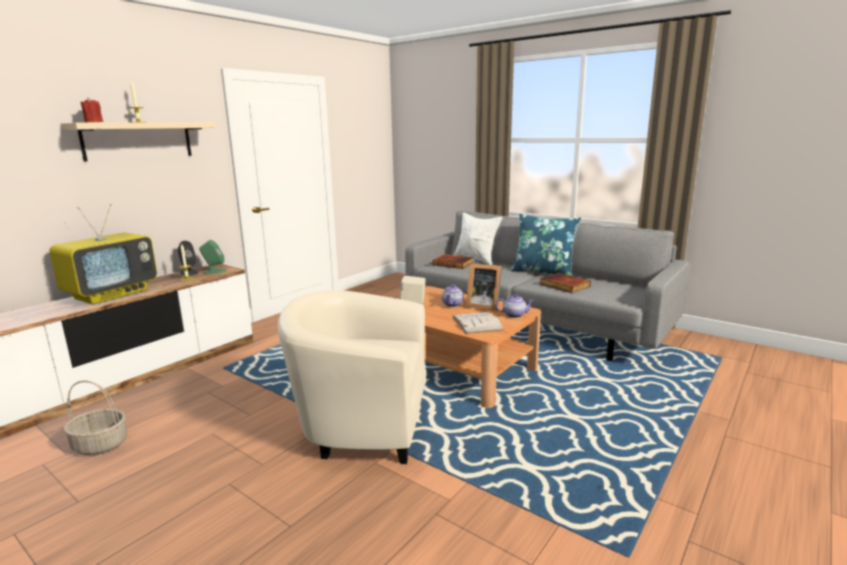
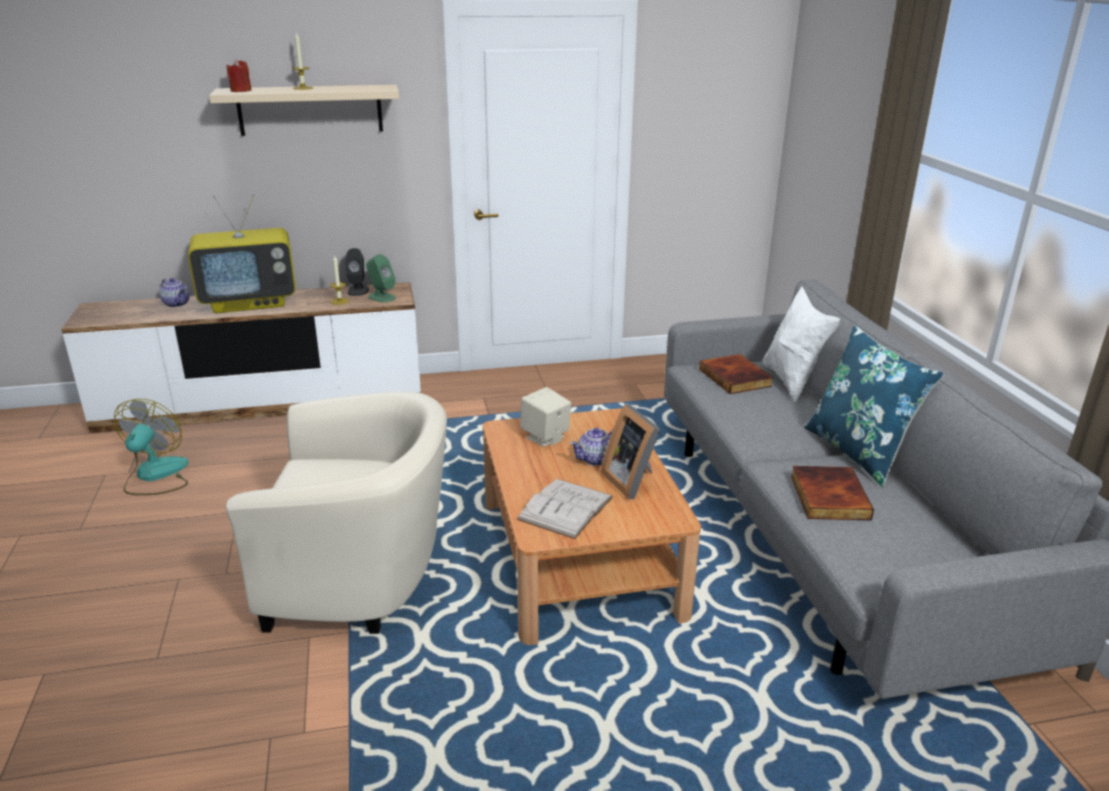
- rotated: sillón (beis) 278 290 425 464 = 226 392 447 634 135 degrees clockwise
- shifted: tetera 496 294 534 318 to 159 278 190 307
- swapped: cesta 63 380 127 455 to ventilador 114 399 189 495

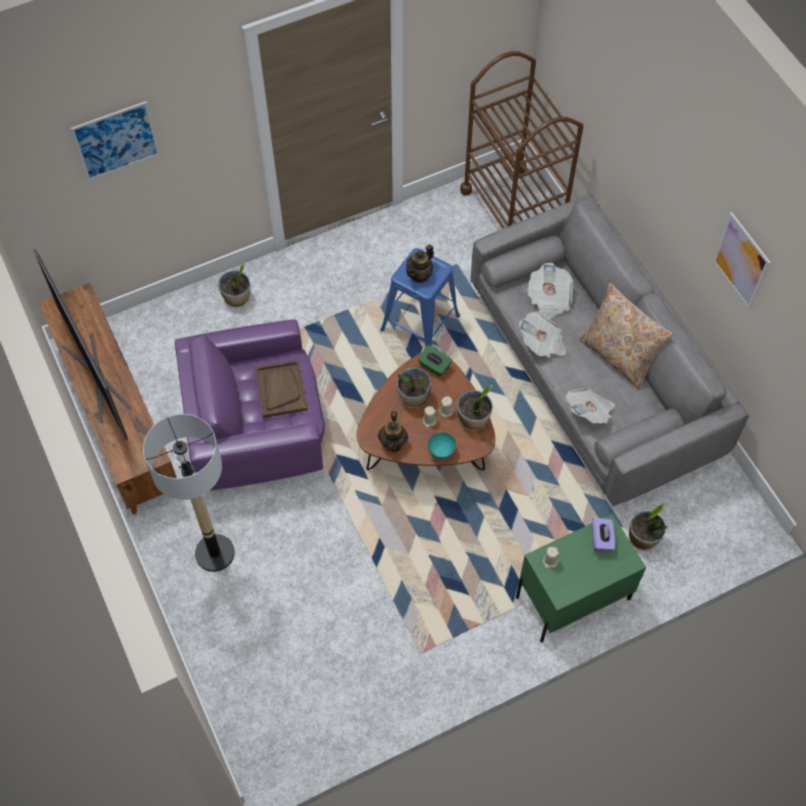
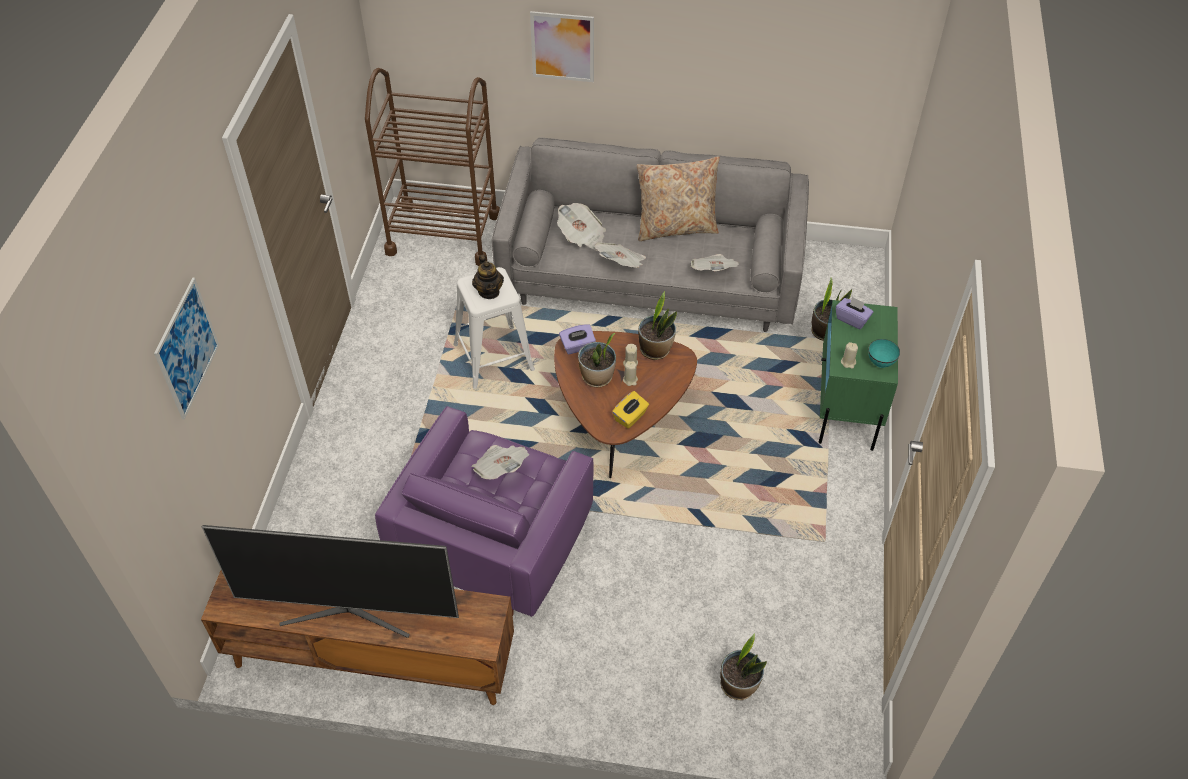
- shifted: cuadro 713 212 771 310 to 530 11 594 82
- repainted: taburete (azul) 380 248 460 347 to taburete (blanco) 453 267 535 389
- shifted: planta en maceta 218 264 250 307 to 720 633 767 700
- repainted: caja de pañuelos (verde) 418 345 452 377 to caja de pañuelos (morado) 559 324 596 354
- swapped: bandeja (marrón) 255 360 308 418 to periódico 471 445 529 479
- swapped: tetera 378 411 408 452 to caja de pañuelos (amarillo) 612 391 649 429
- gone: lámpara de pie 143 414 235 572
- shifted: cuenco (turquesa) 428 432 456 460 to 868 339 900 368

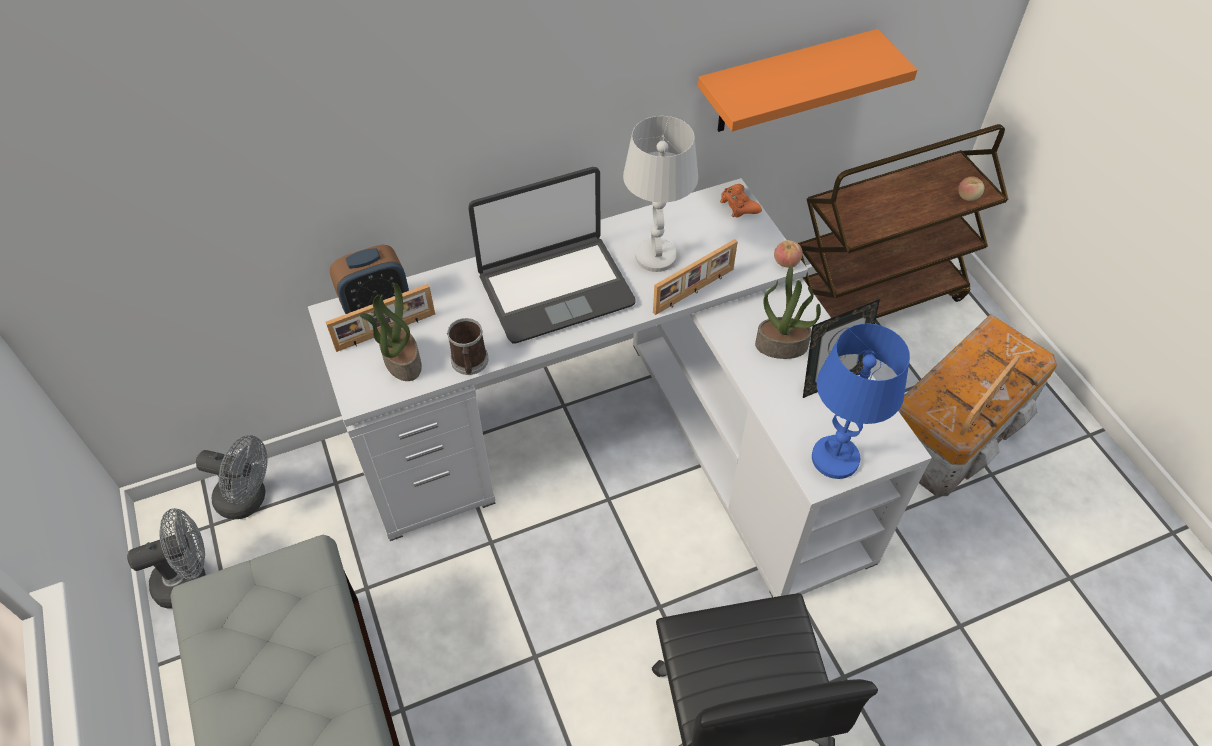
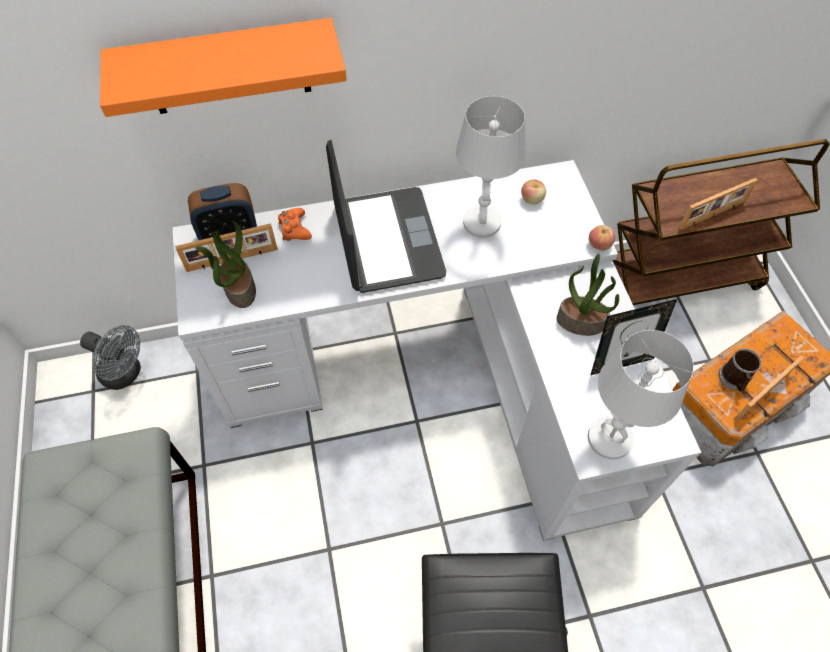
- shifted: estante (naranja) 698 29 917 132 to 100 18 347 117
- rotated: portátil 468 167 636 343 = 326 140 446 293 90 degrees counterclockwise
- shifted: manzana 958 176 984 201 to 521 180 546 204
- shifted: mando de consola (naranja) 720 184 762 217 to 278 208 312 241
- shifted: portarretratos 653 239 738 315 to 679 178 758 230
- shifted: taza grande 447 318 489 375 to 719 348 761 392
- repainted: lámpara de mesa (azul) 812 323 910 479 to lámpara de mesa (blanco) 588 330 694 459
- gone: ventilador (gris) 127 508 206 609

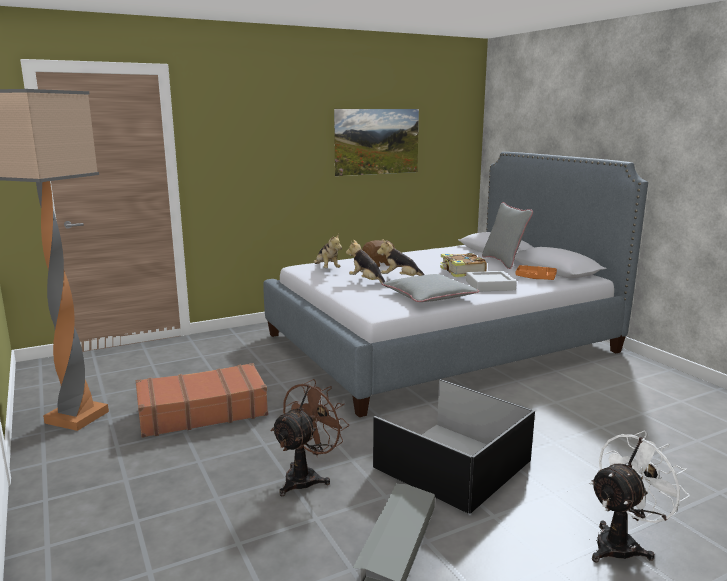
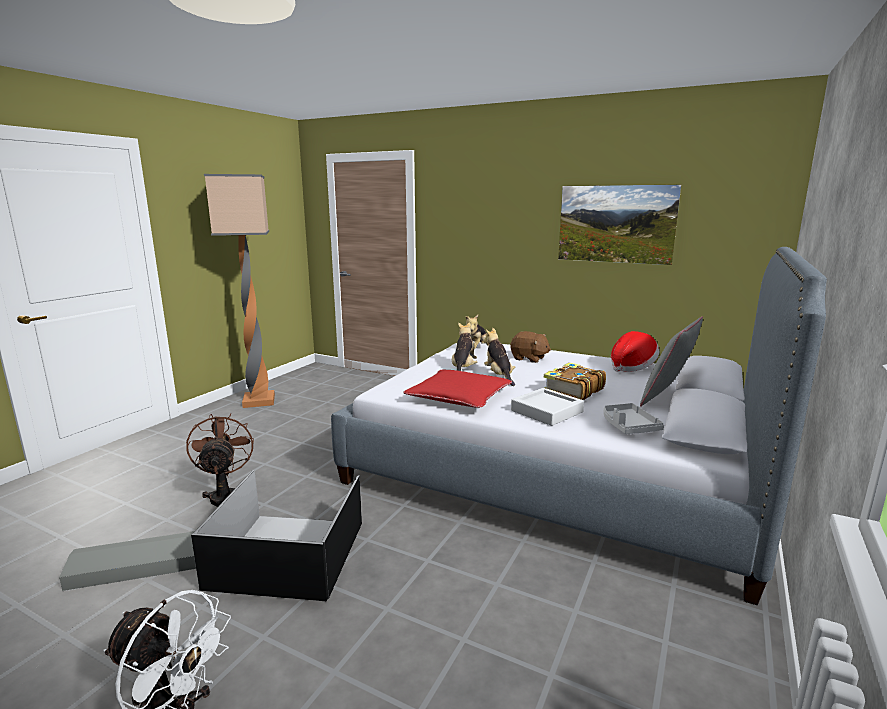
- repainted: bandeja (naranja) 516 265 557 280 to bandeja (gris) 603 403 664 434
- repainted: cojín (gris) 382 274 479 302 to cojín (rojo) 403 370 512 408
- gone: maleta (marrón) 136 363 268 438
- rotated: ventilador (marrón) 270 379 349 496 = 186 413 254 507 105 degrees counterclockwise
- new: sombrero 611 331 659 372

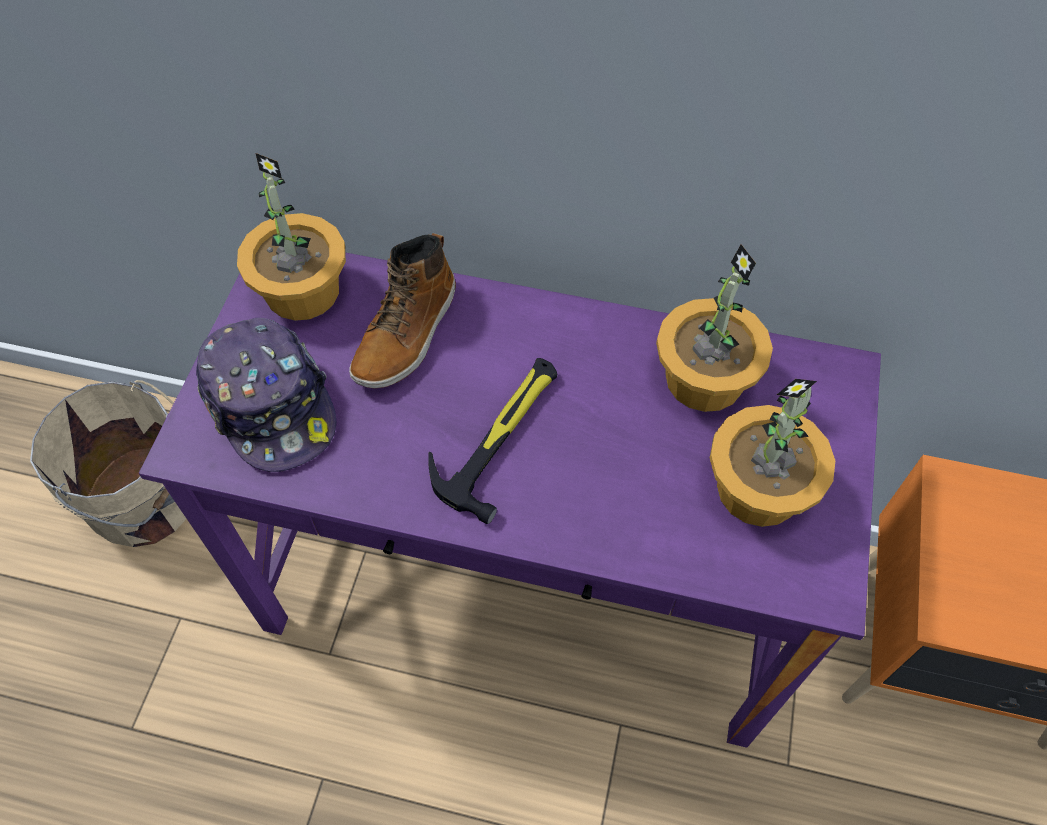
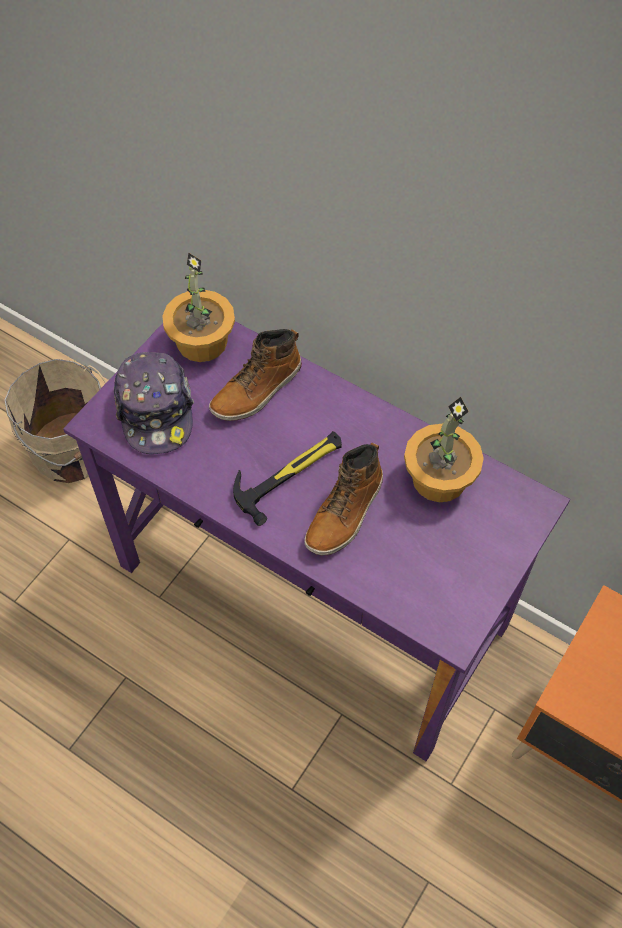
- gone: planta en maceta 710 379 835 527
- new: bota 304 442 383 555

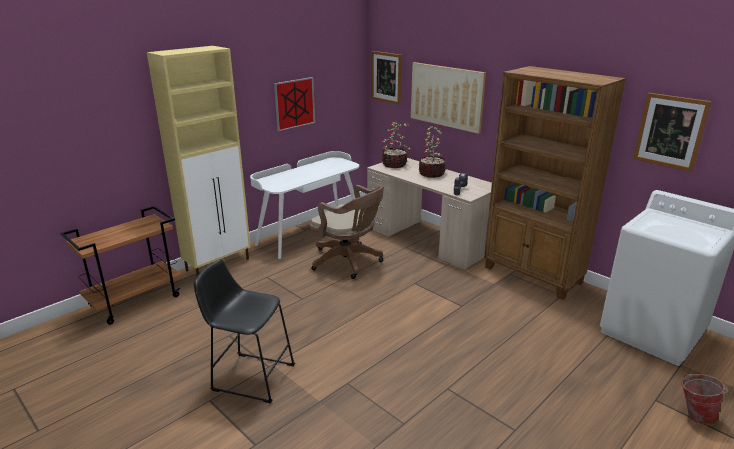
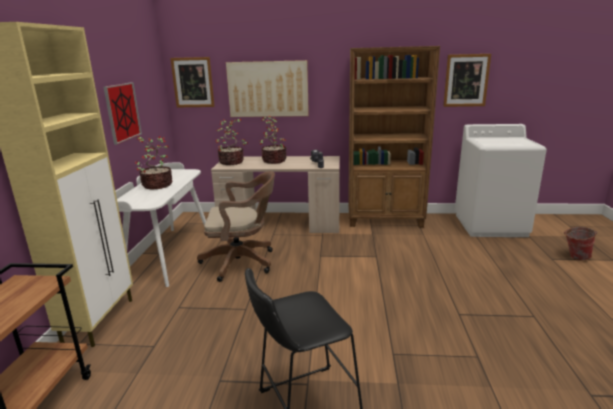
- new: planta en maceta 135 135 172 189

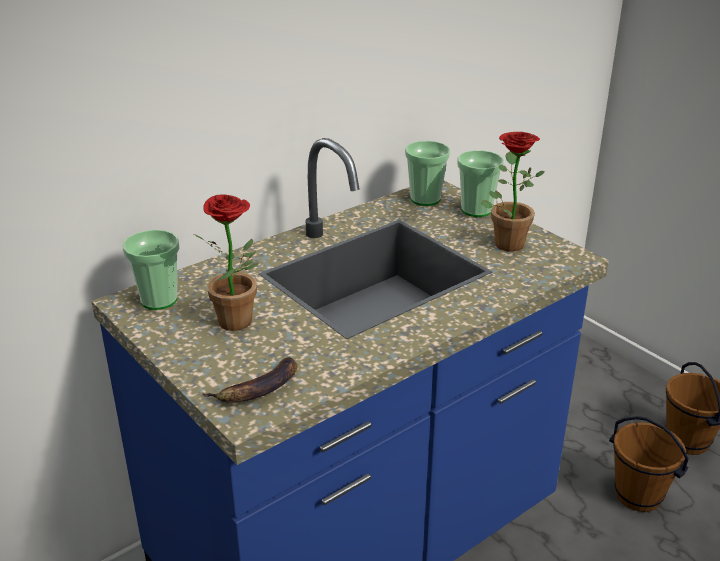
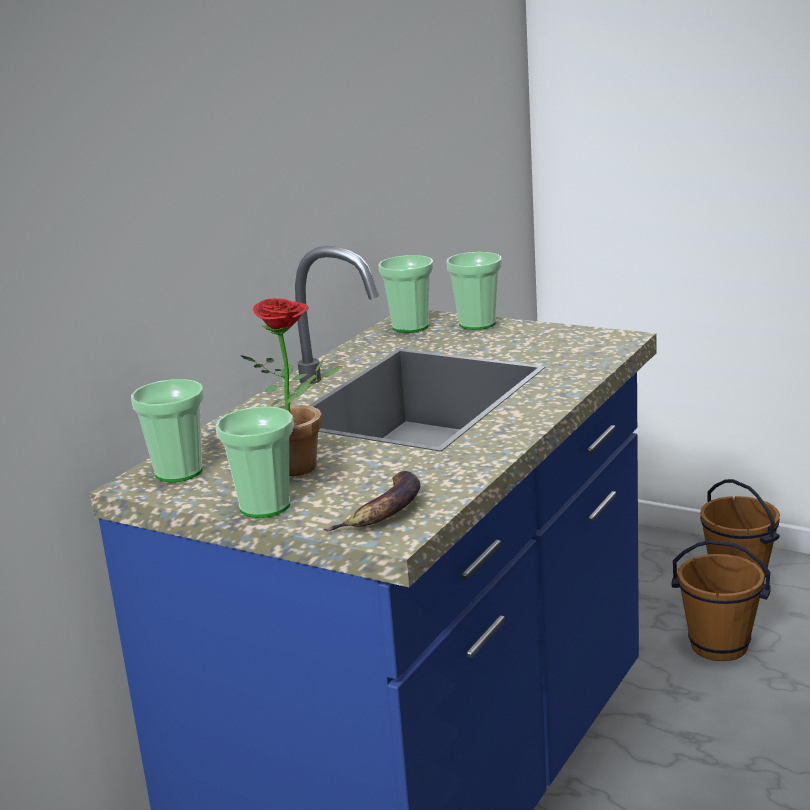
- gone: planta en maceta 481 132 545 252
- new: taza 215 406 294 518

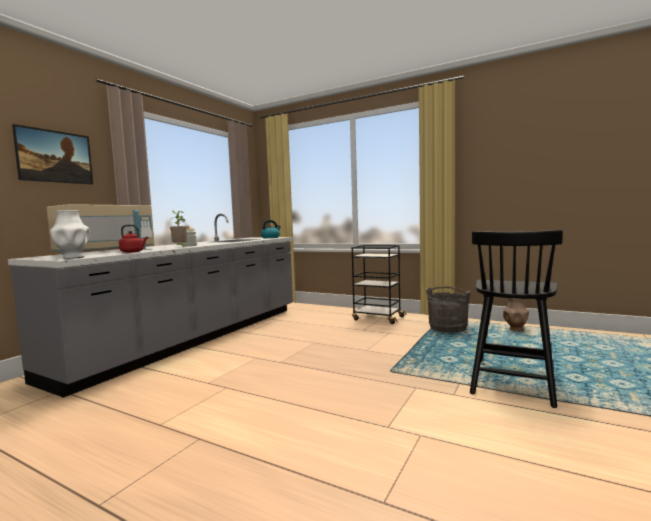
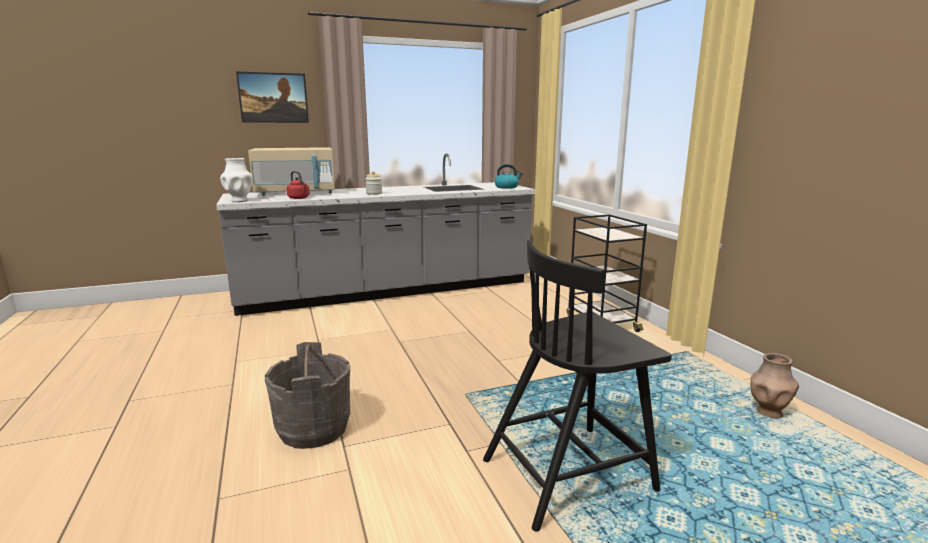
- gone: planta en maceta 170 211 187 247
- shifted: cubo (gris) 426 286 471 333 to 265 342 350 449

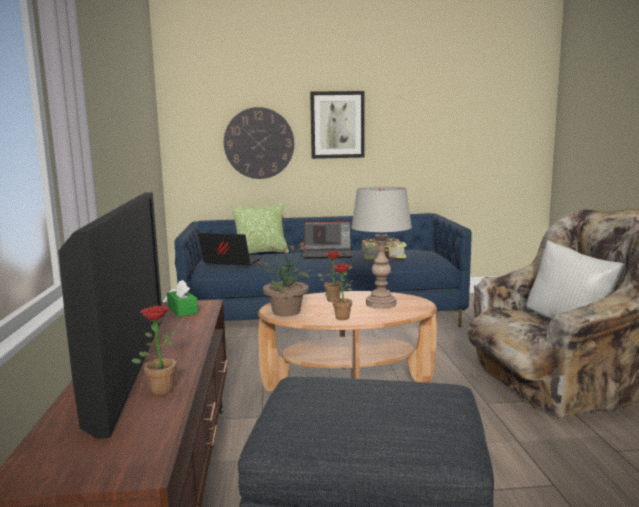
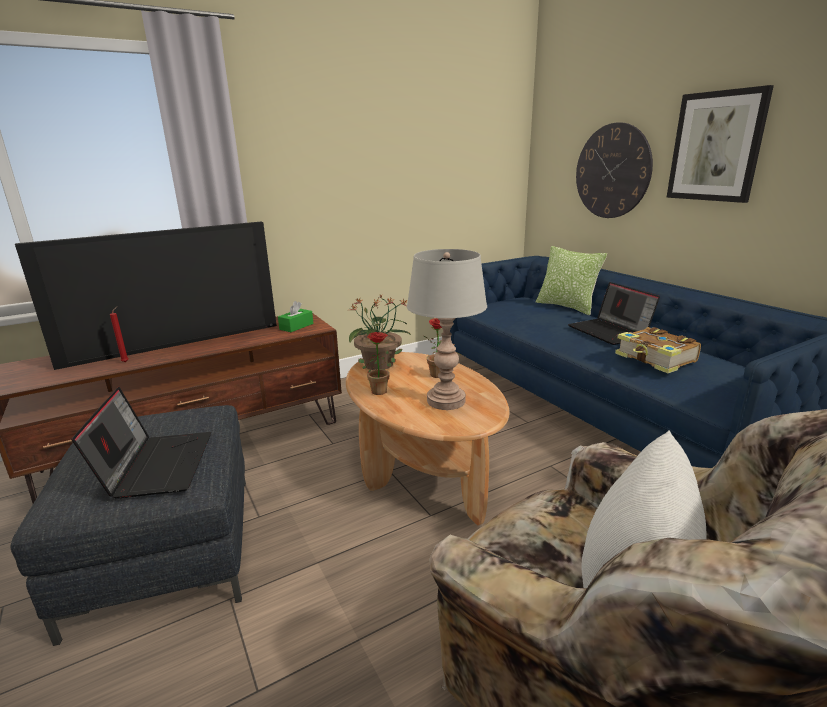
- shifted: portátil 198 233 262 265 to 72 387 211 499
- swapped: planta en maceta 132 306 176 395 to vela (rojo) 110 307 128 362

